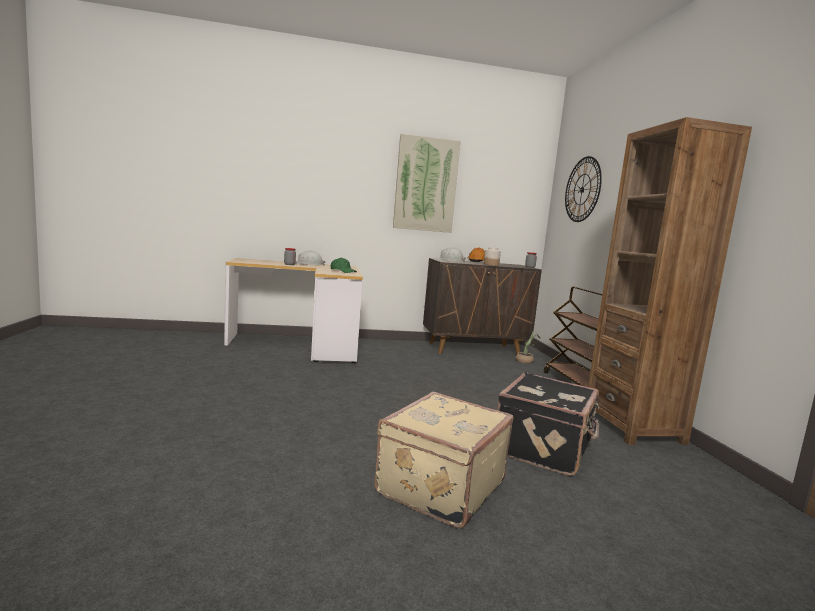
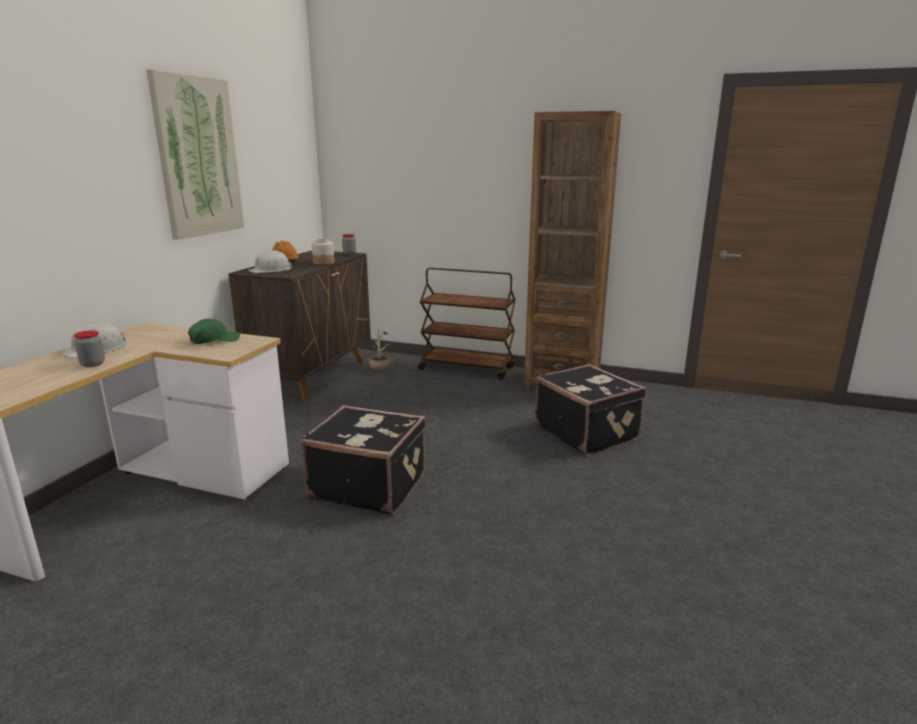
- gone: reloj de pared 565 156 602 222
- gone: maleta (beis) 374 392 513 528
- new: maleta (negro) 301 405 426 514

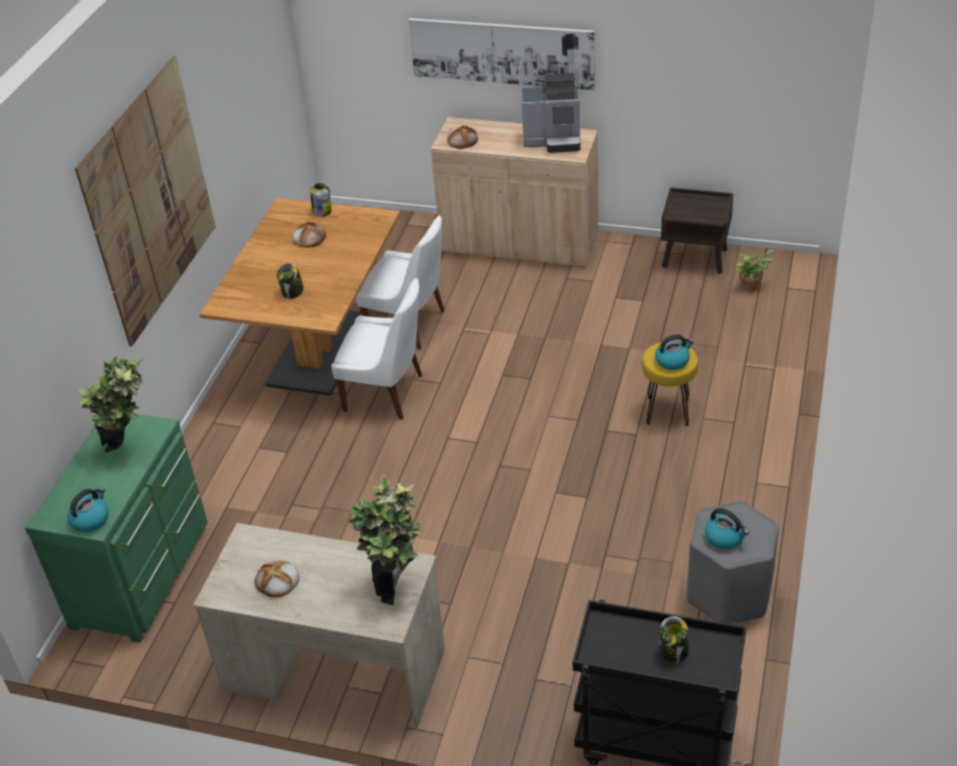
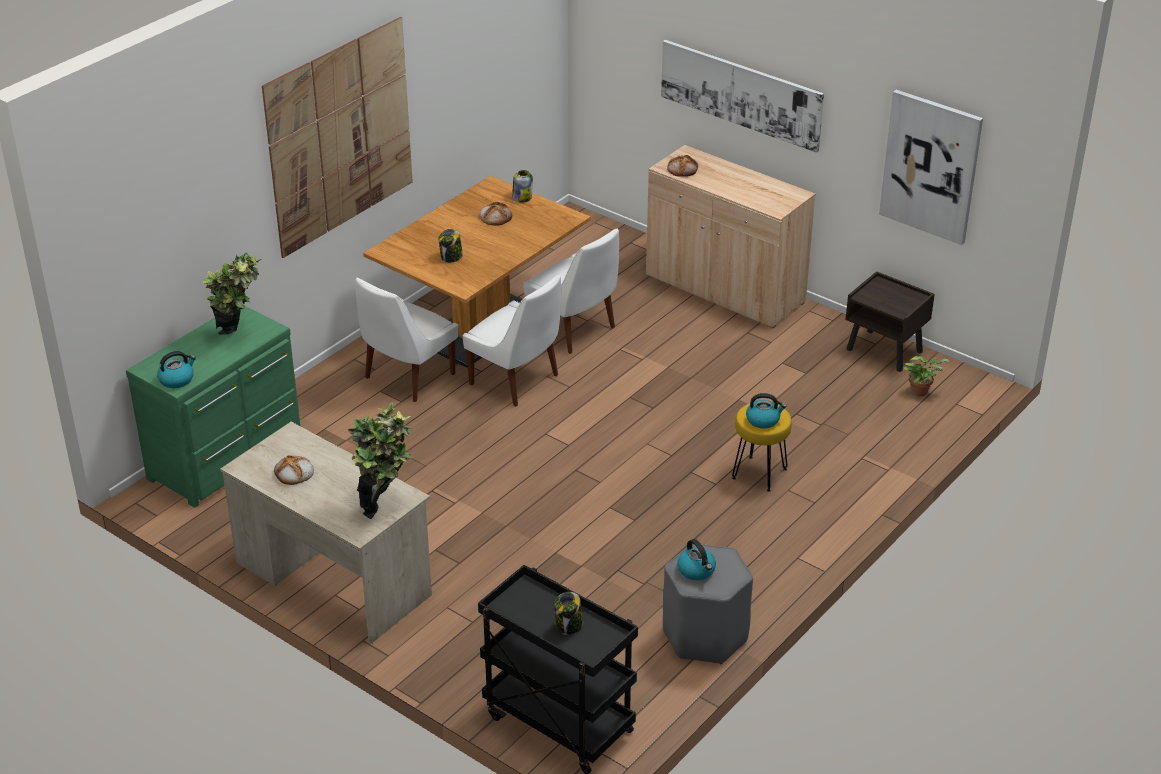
- gone: cafetera 522 73 581 153
- new: cuadro 879 90 983 245
- new: silla (blanco) 355 278 458 402

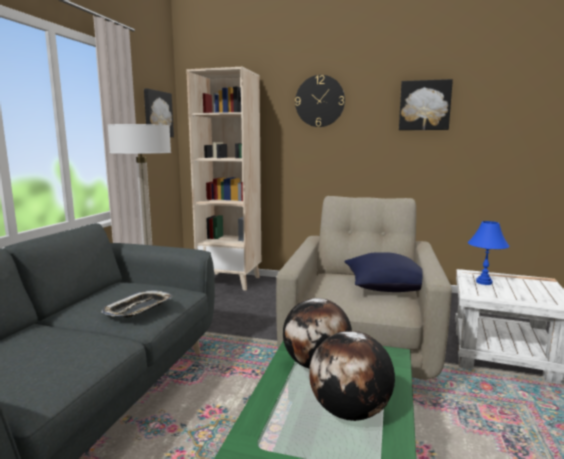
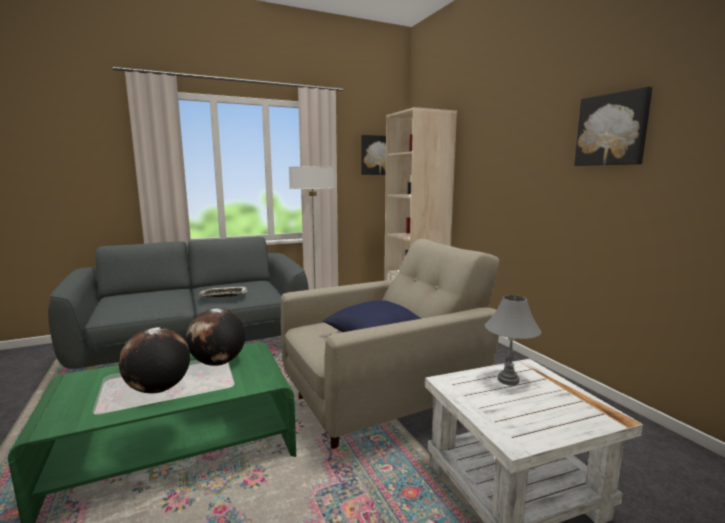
- gone: reloj de pared 295 75 345 127
- repainted: lámpara de mesa (azul) 468 221 510 285 to lámpara de mesa (gris) 485 295 541 385

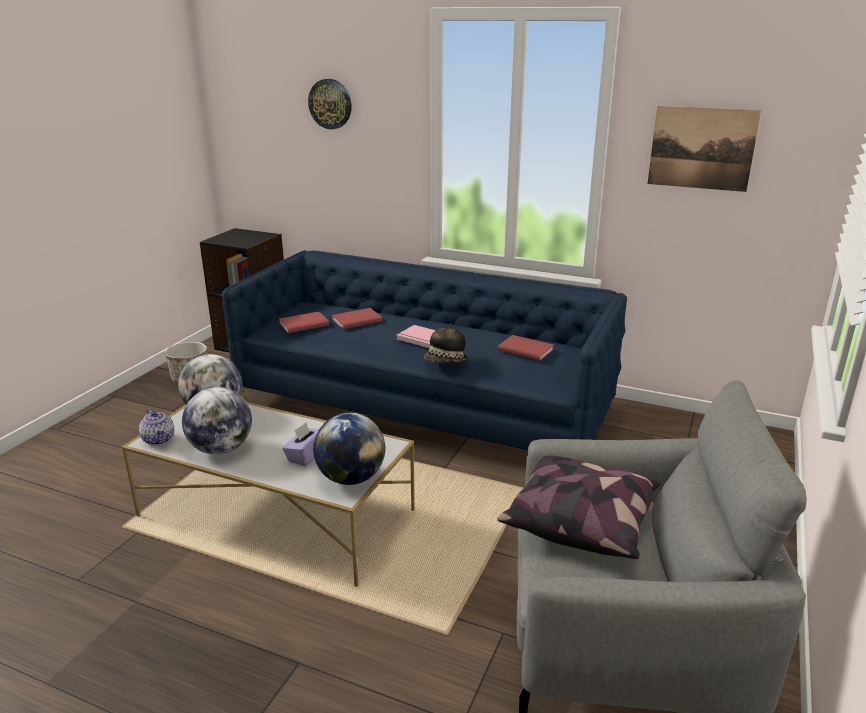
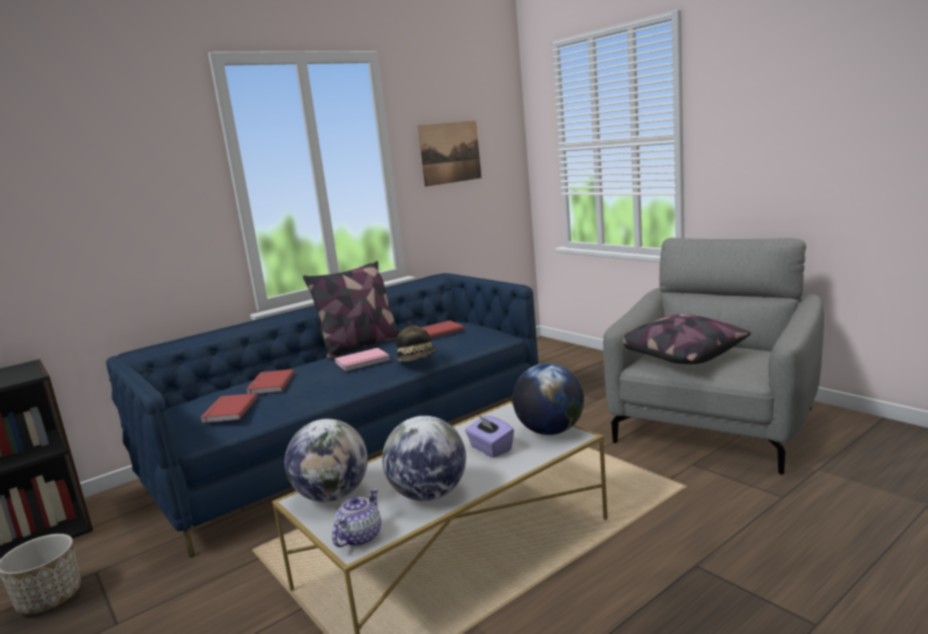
- gone: reloj de pared 308 79 352 129
- rotated: tetera 139 408 175 445 = 332 488 381 547 60 degrees counterclockwise
- new: cojín 303 261 400 360

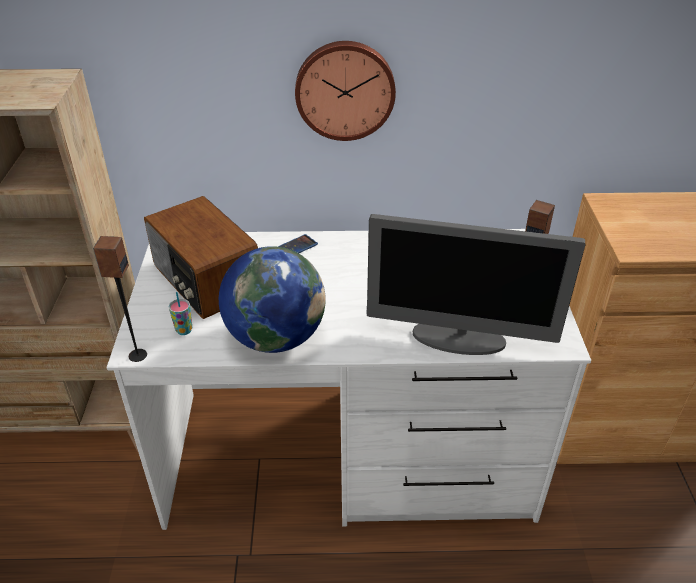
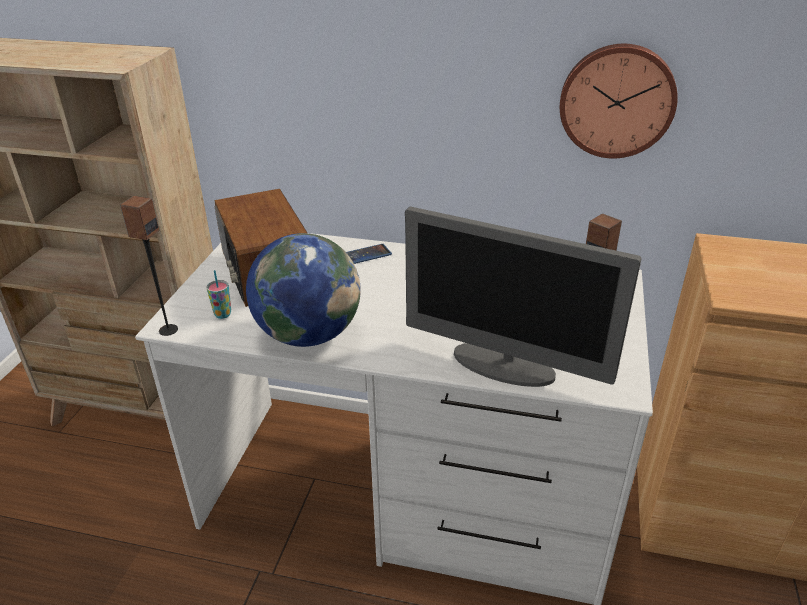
- shifted: reloj de pared 295 41 396 141 to 560 44 678 158

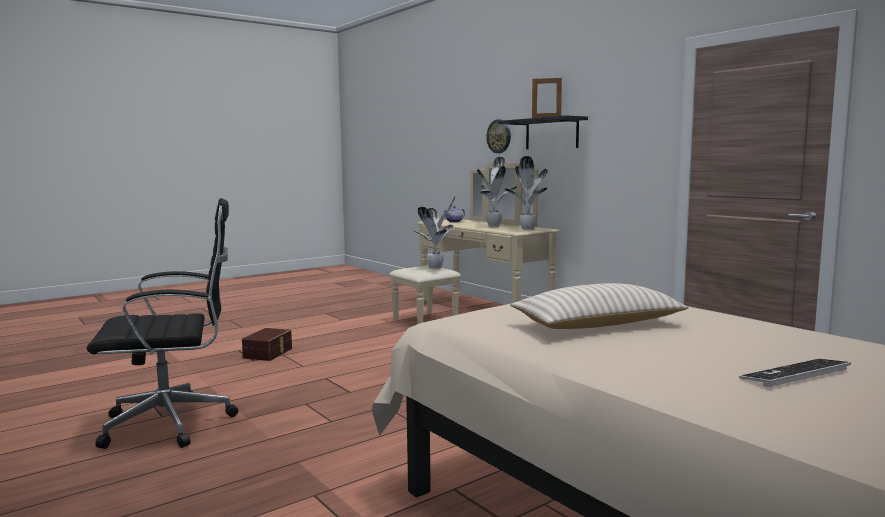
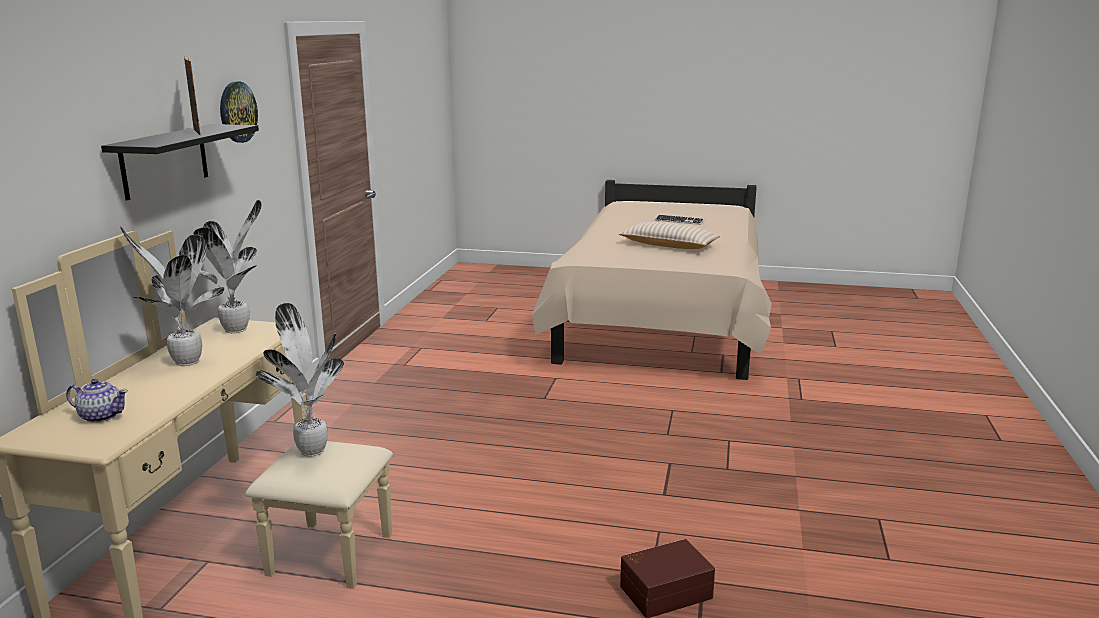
- shifted: reloj de pared 486 120 511 153 to 220 81 258 143
- gone: silla de oficina (negro) 87 198 238 449

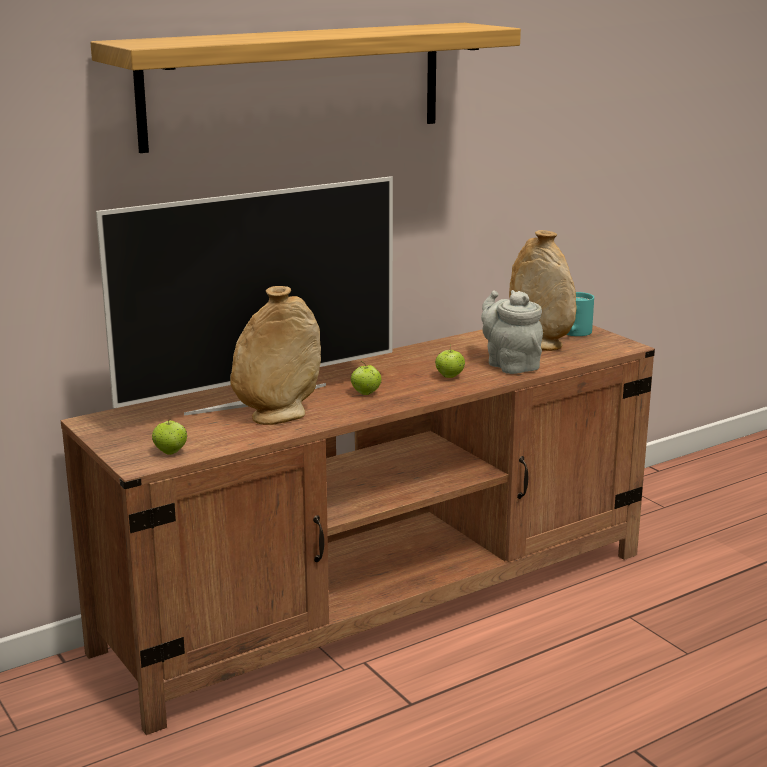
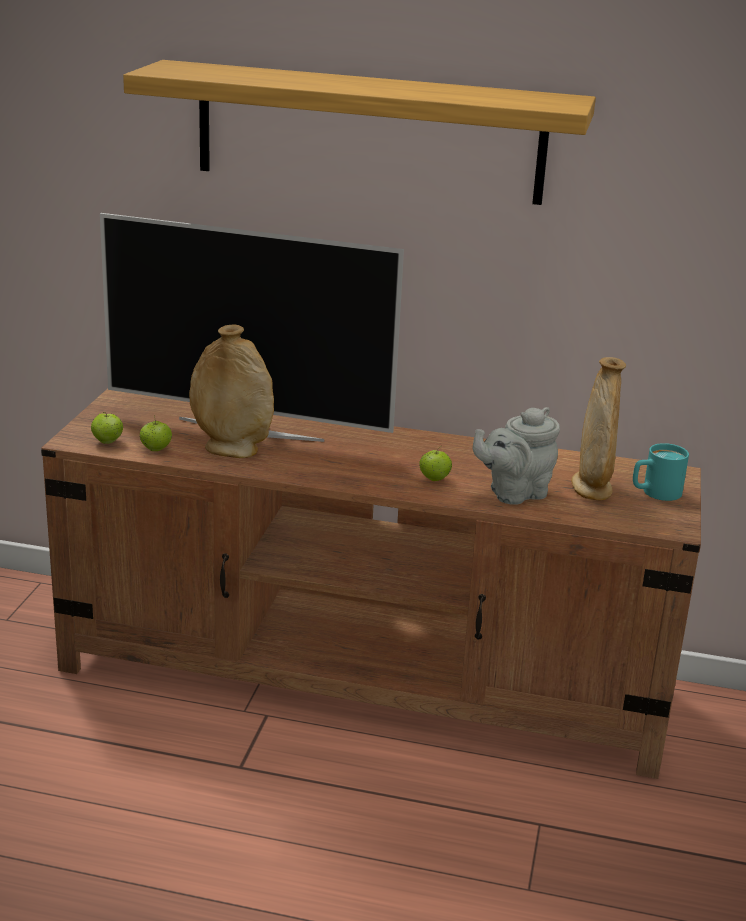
- rotated: tetera (gris) 481 290 543 374 = 473 407 560 504 135 degrees counterclockwise
- shifted: manzana 351 361 381 395 to 140 415 172 451

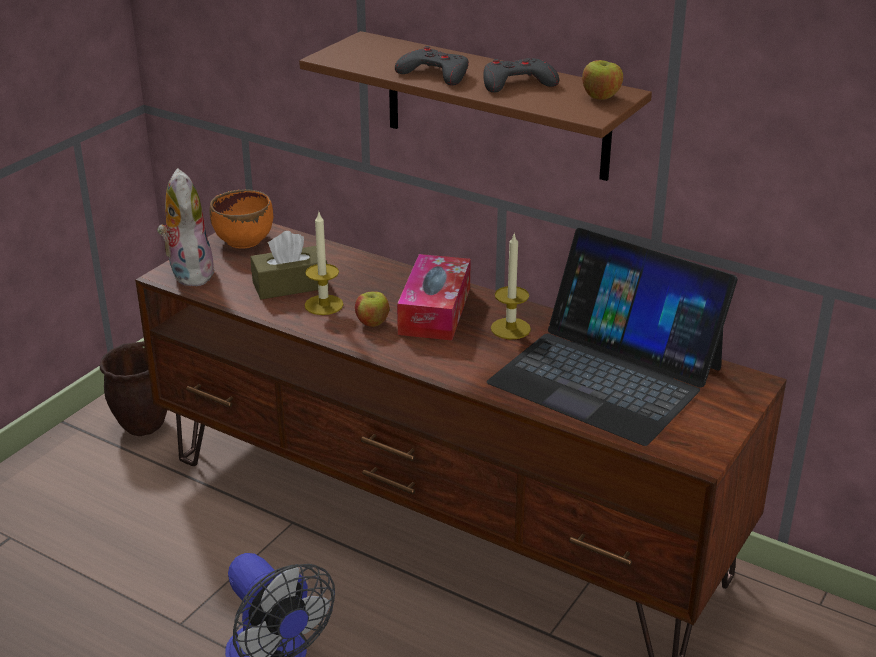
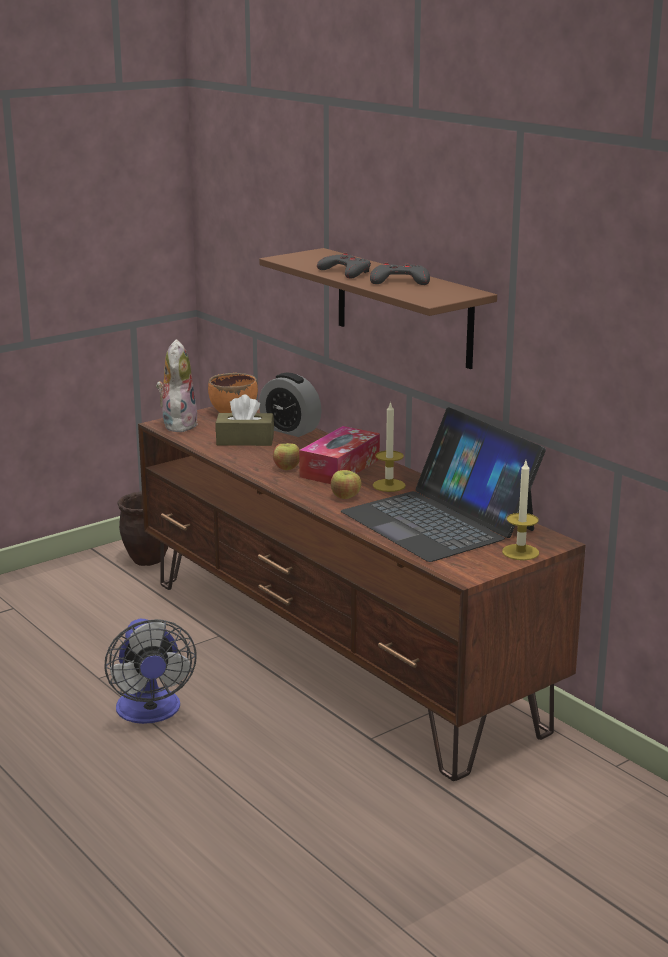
- shifted: manzana 582 60 623 100 to 331 470 361 499
- shifted: vela 305 212 343 315 to 502 461 539 560
- new: despertador 259 373 322 437

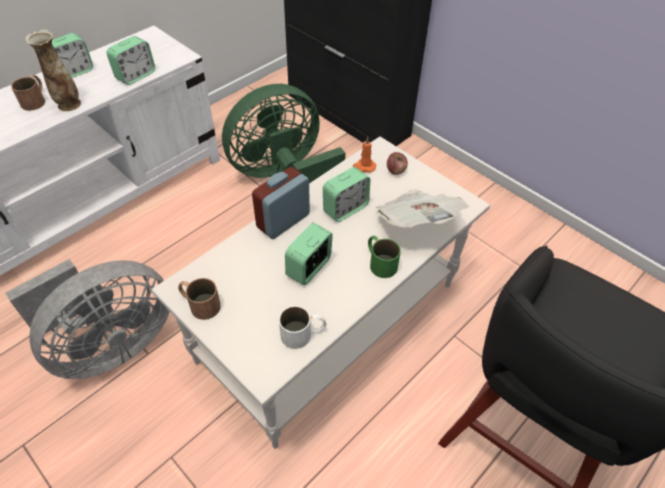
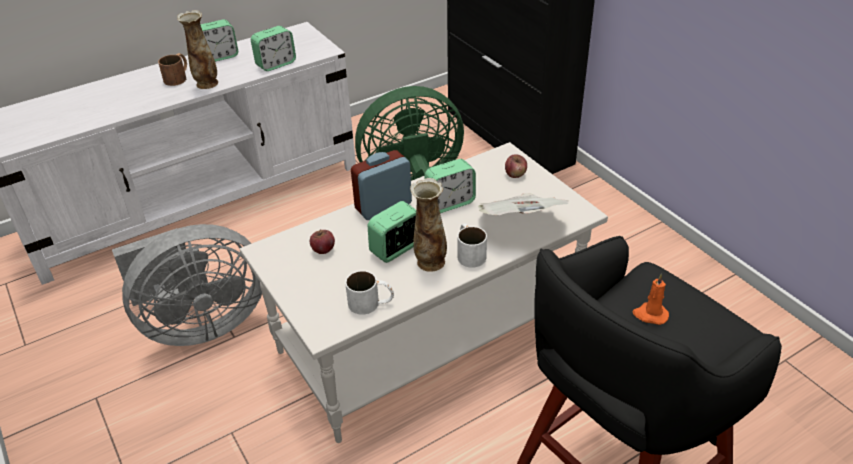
- shifted: vela (naranja) 352 137 376 172 to 633 274 669 325
- repainted: taza grande (verde) 368 236 401 278 to taza grande (blanco) 458 223 487 267
- gone: taza grande (marrón) 178 278 221 320
- new: florero 410 178 447 272
- new: manzana 310 229 335 254

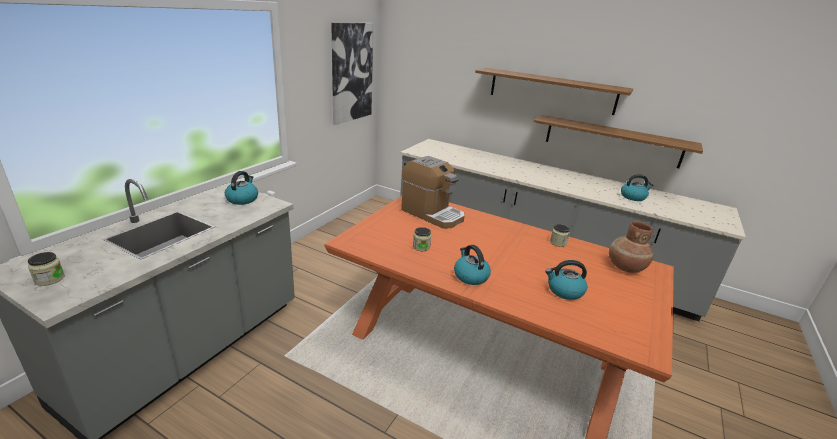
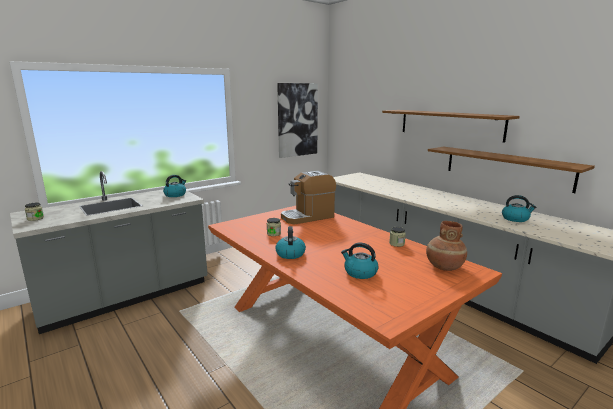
- rotated: cafetera 401 156 465 229 = 281 171 336 225 90 degrees clockwise

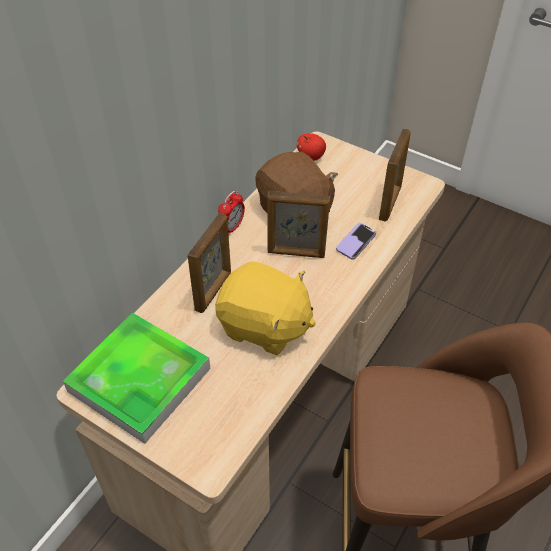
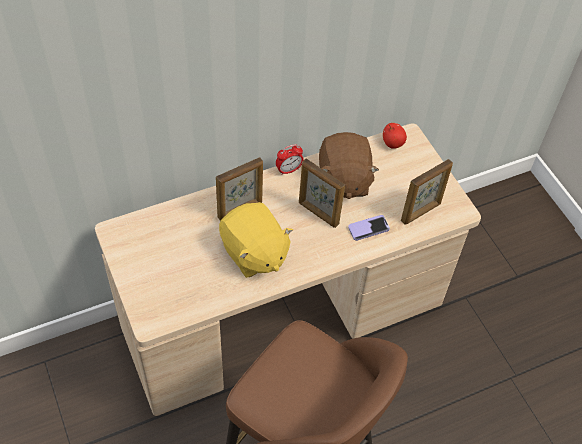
- gone: bandeja 63 313 211 444

